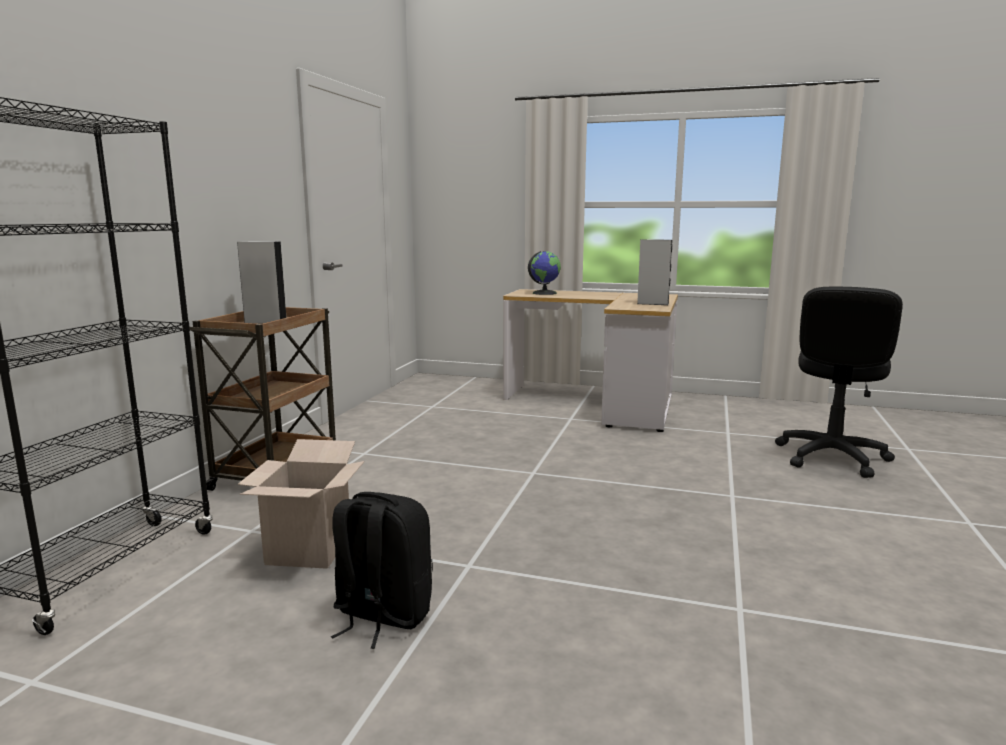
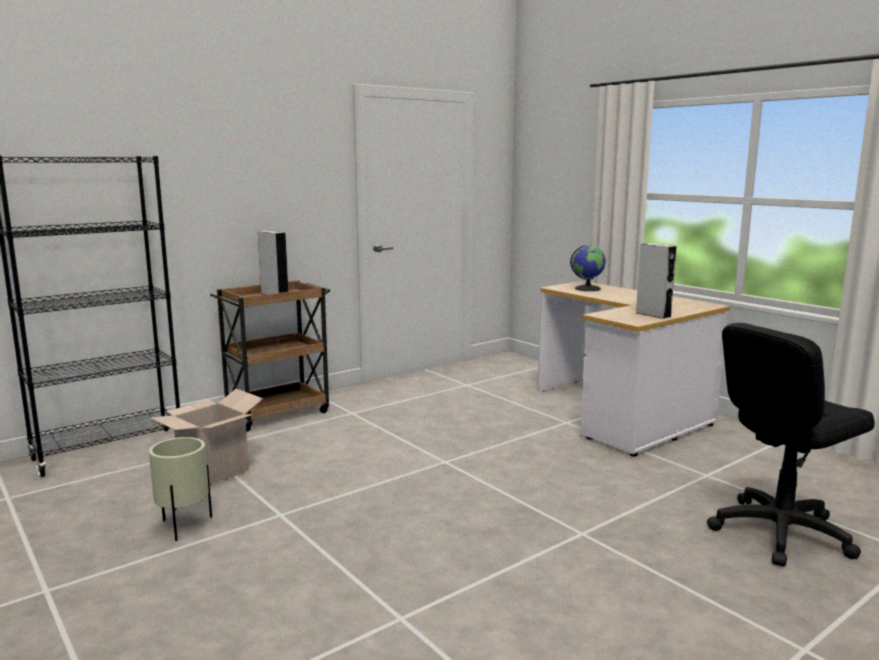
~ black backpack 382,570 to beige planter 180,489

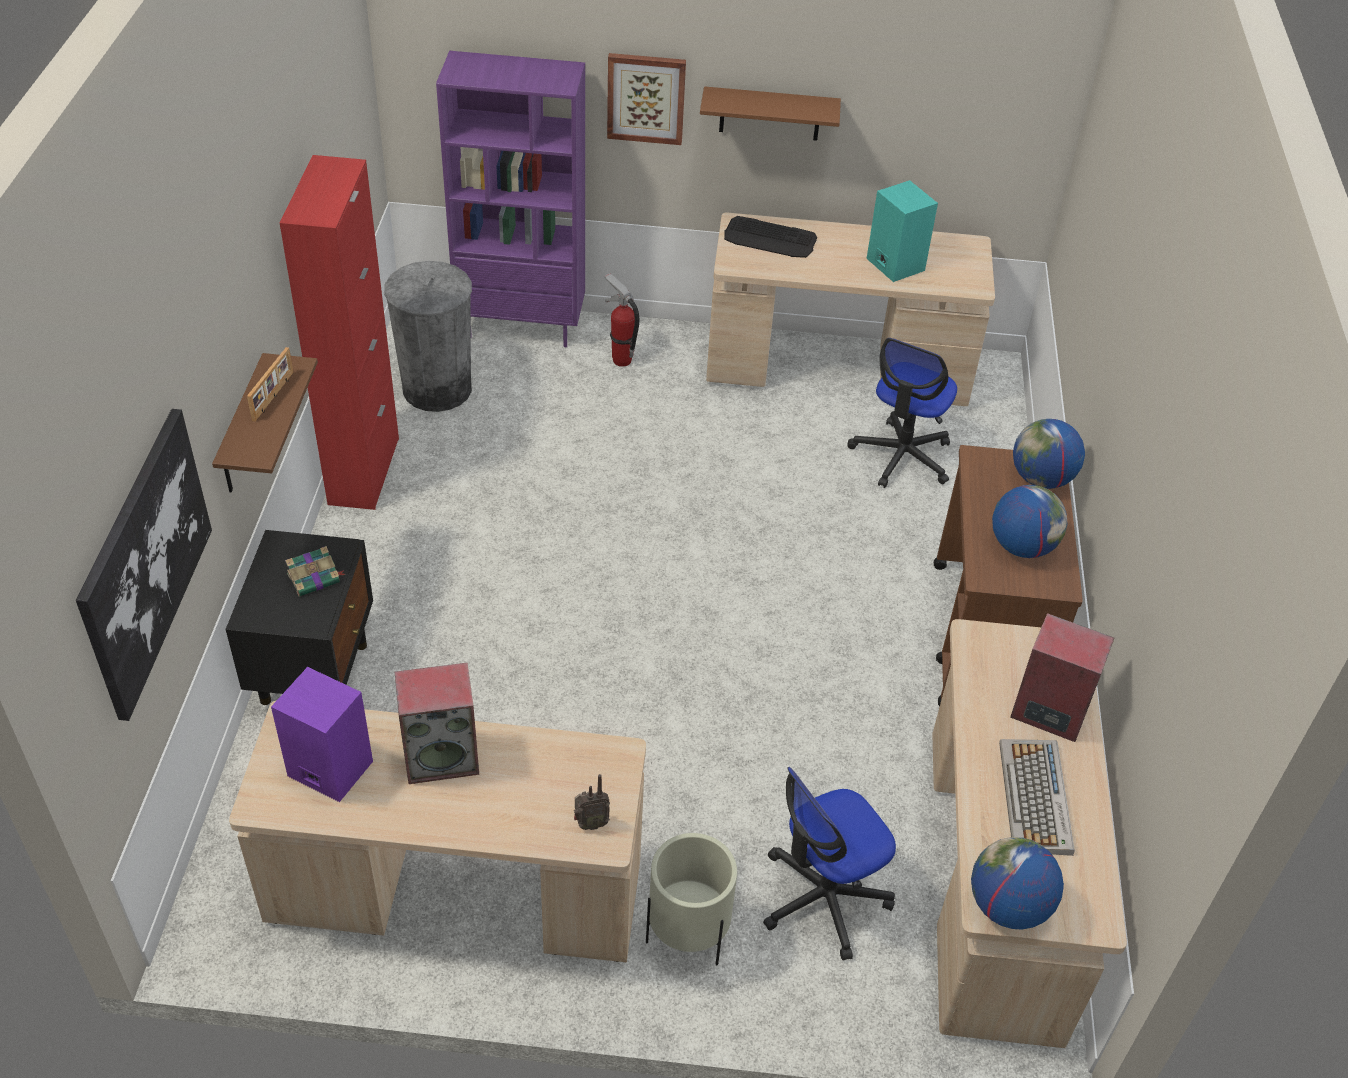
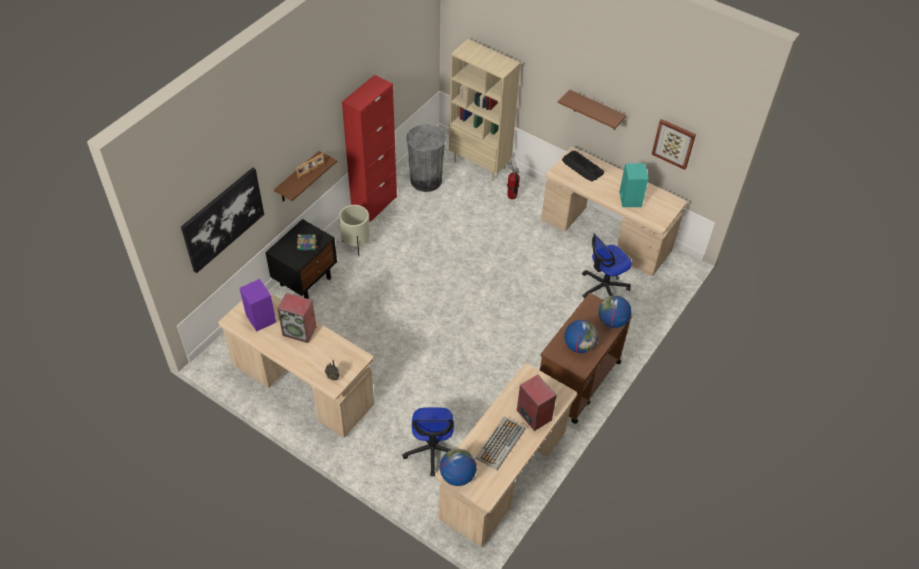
~ picture 646,99 to 674,144
~ beige planter 691,899 to 354,230
~ purple bookcase 510,199 to beige bookcase 484,110
~ office chair 829,864 = 428,441 90 degrees counterclockwise

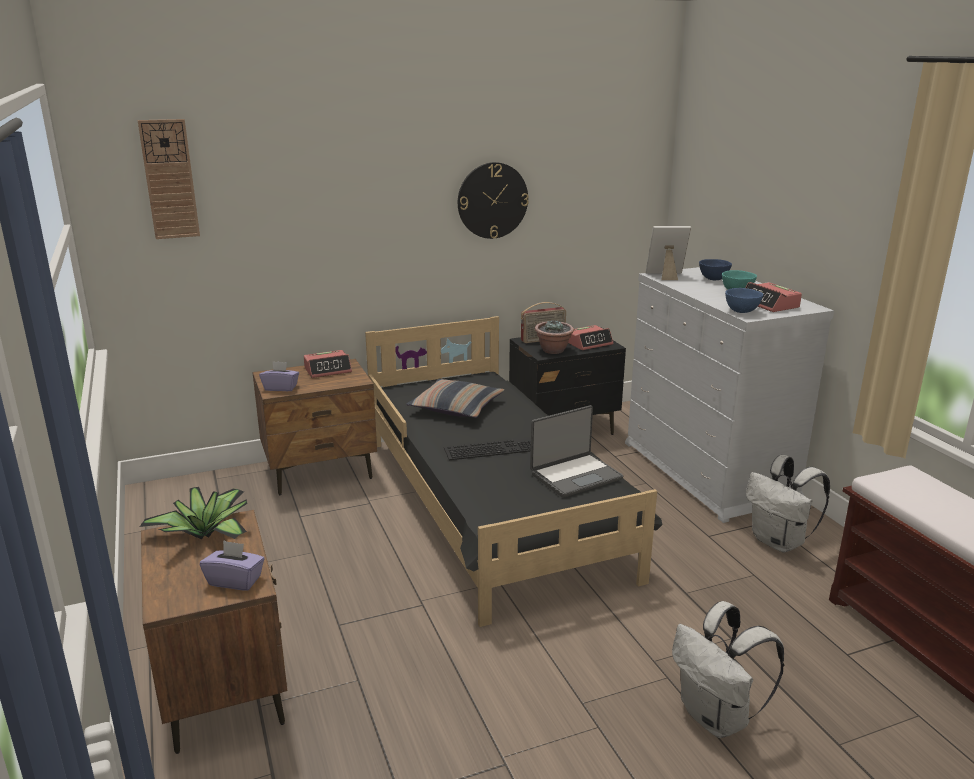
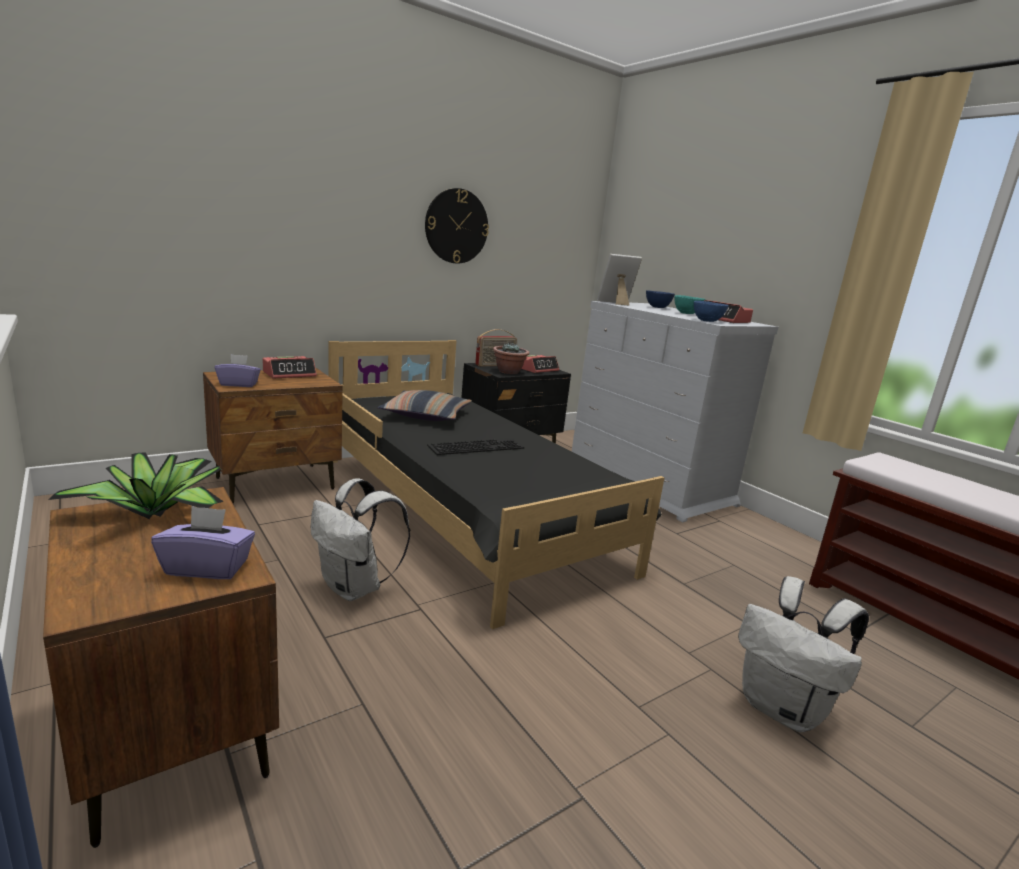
- wall clock 169,179
- laptop 576,451
~ white backpack 788,503 to 360,539

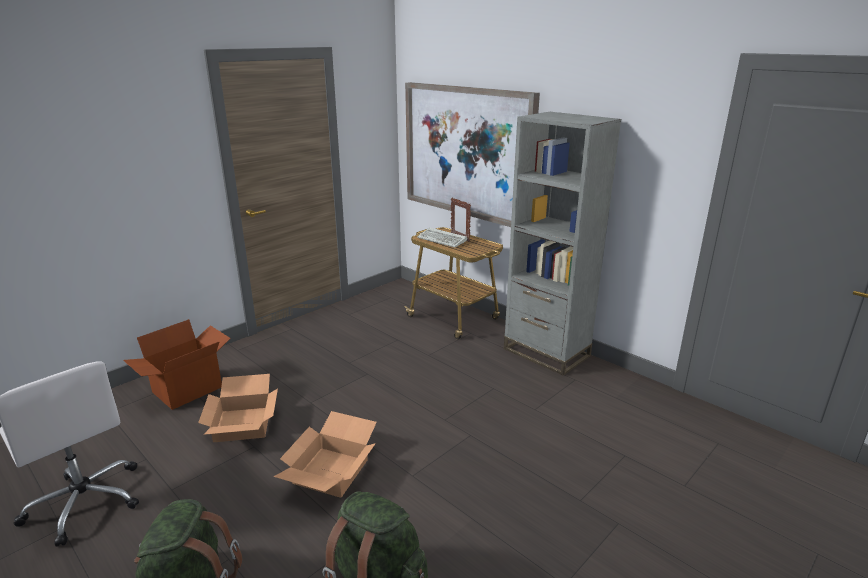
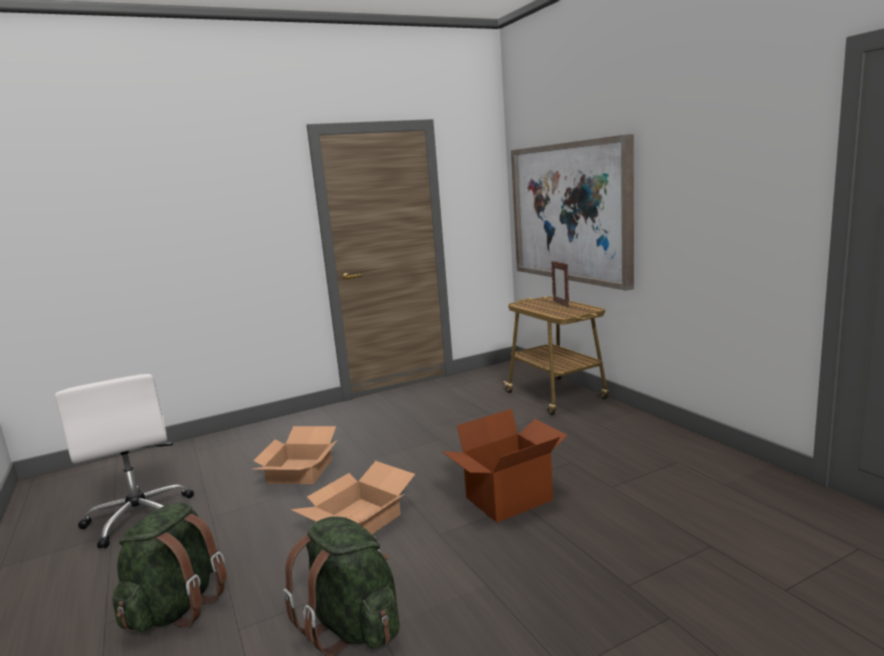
- keyboard 442,237
- grey bookcase 562,244
~ cardboard box 177,364 to 505,466

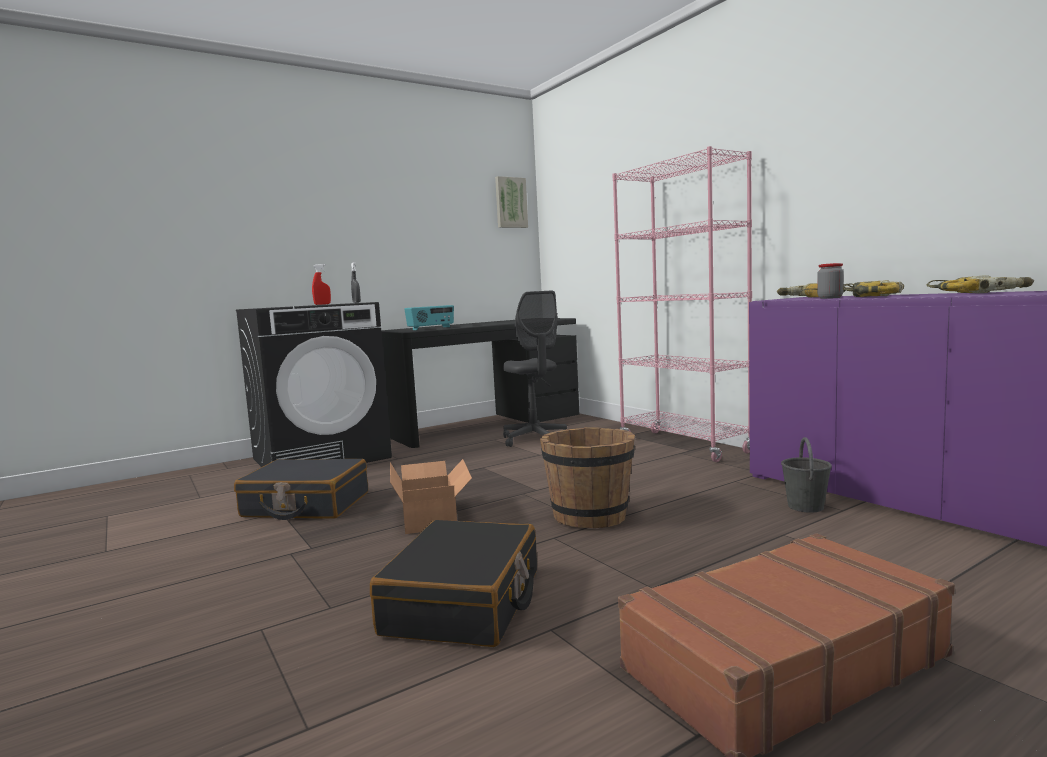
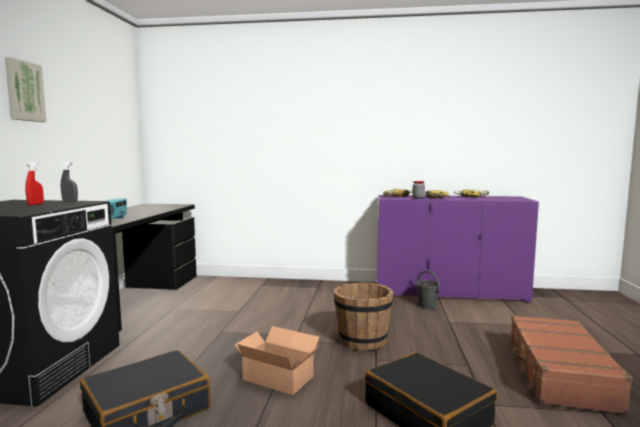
- grey office chair 535,369
- pink bookcase 682,304
~ picture 511,202 to 25,89

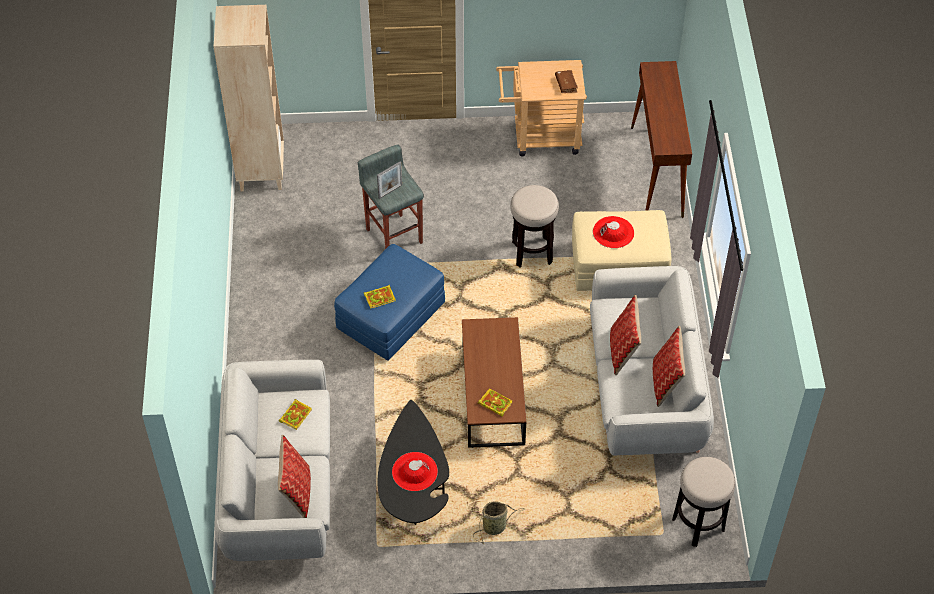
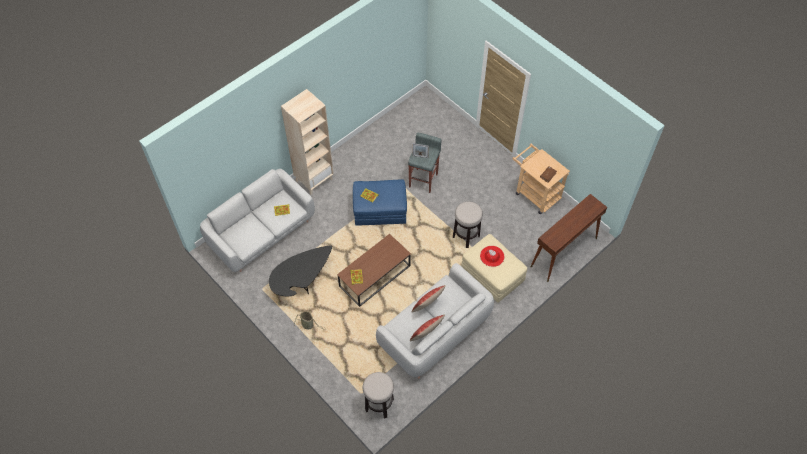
- pillow 294,476
- red hat 415,471
~ beige bookcase 249,98 to 307,142

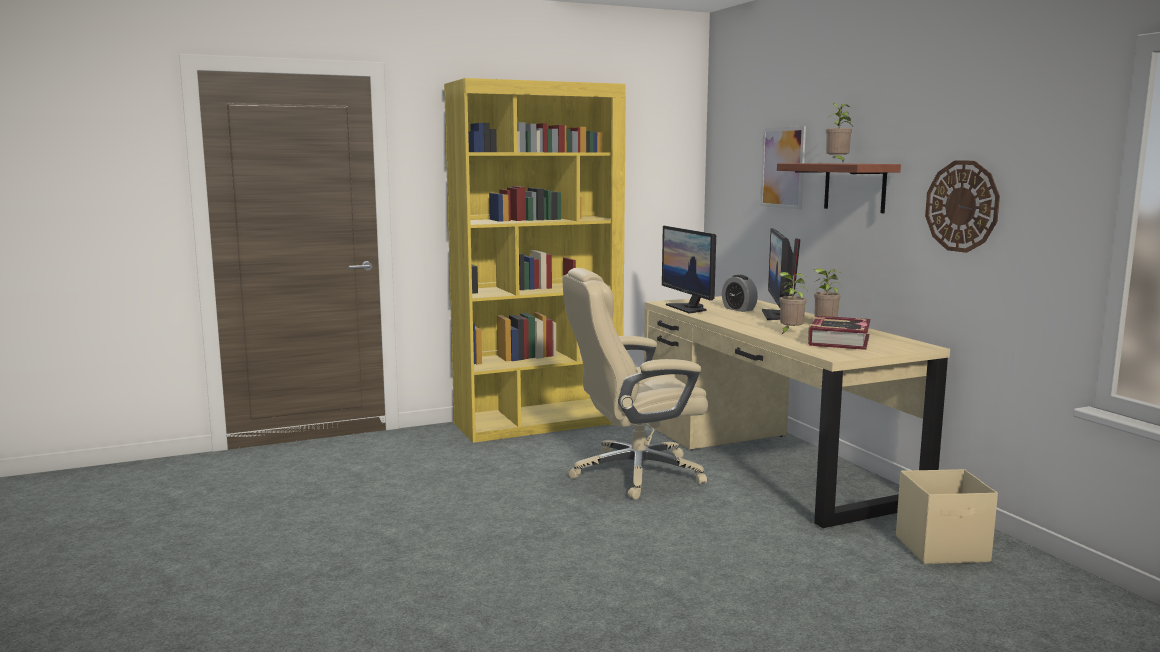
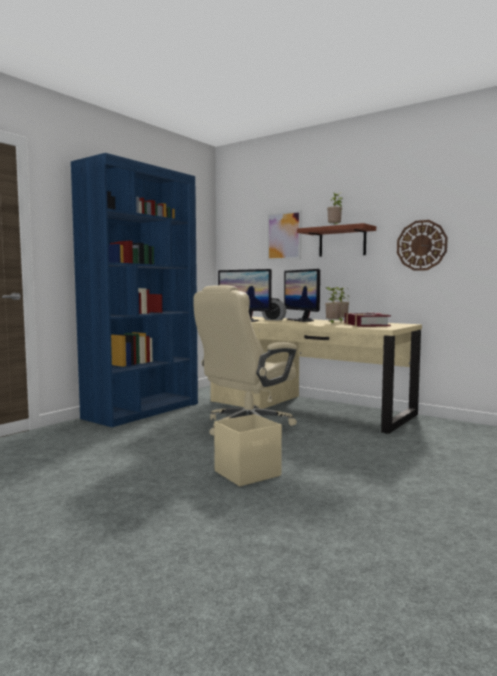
~ beige storage box 947,516 to 248,450
~ yellow bookcase 535,260 to blue bookcase 134,290

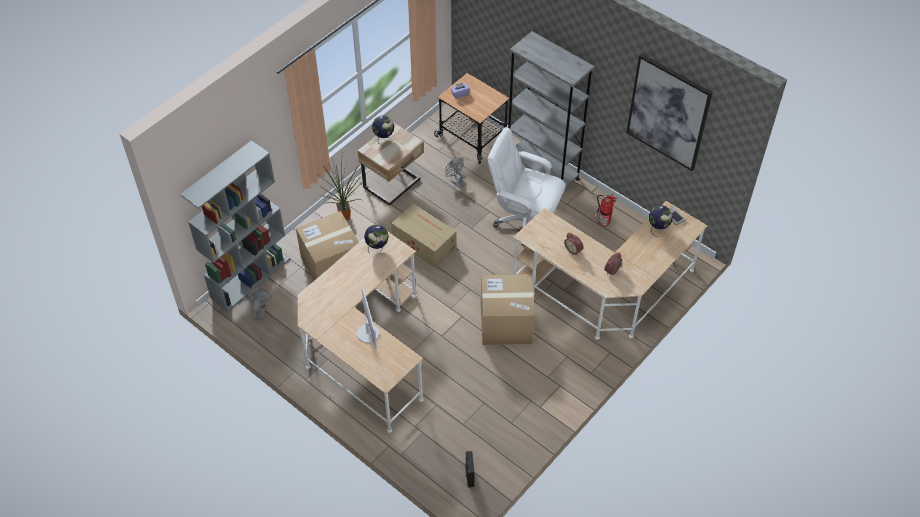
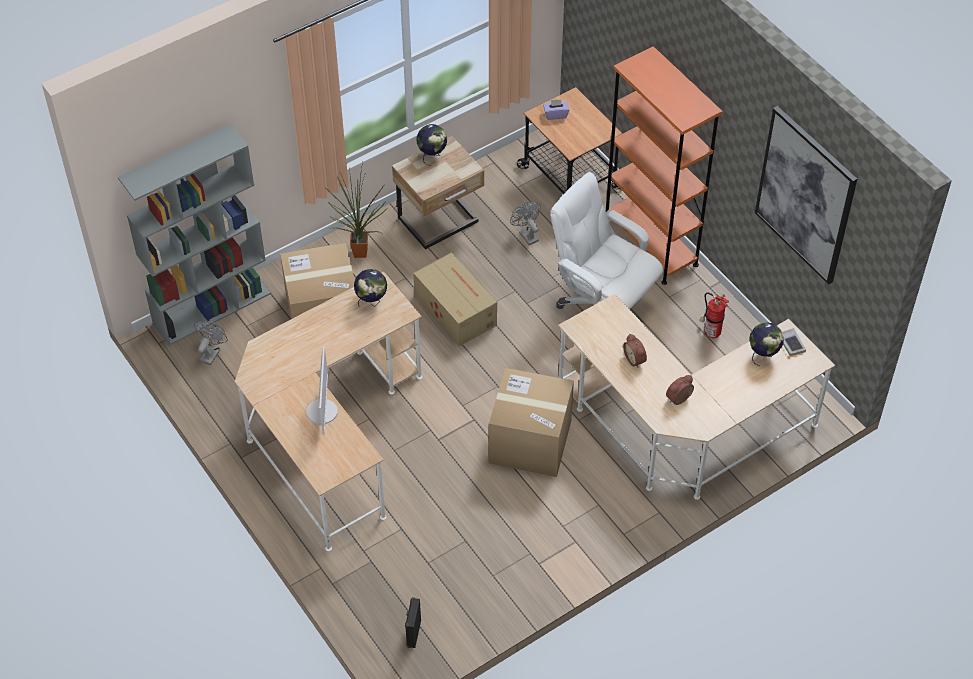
~ grey bookcase 551,109 to orange bookcase 664,165

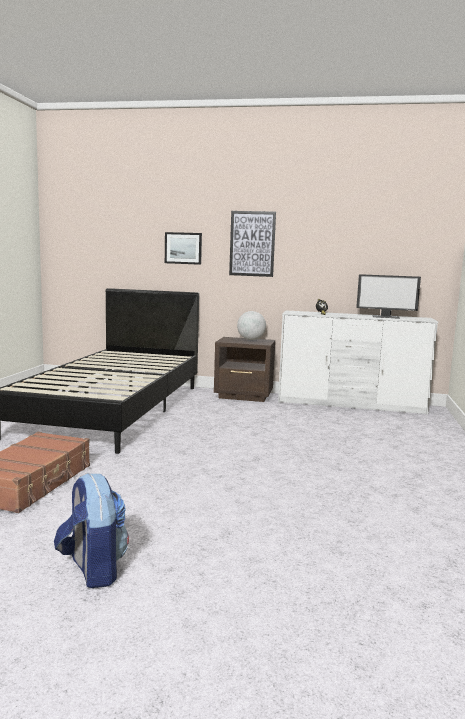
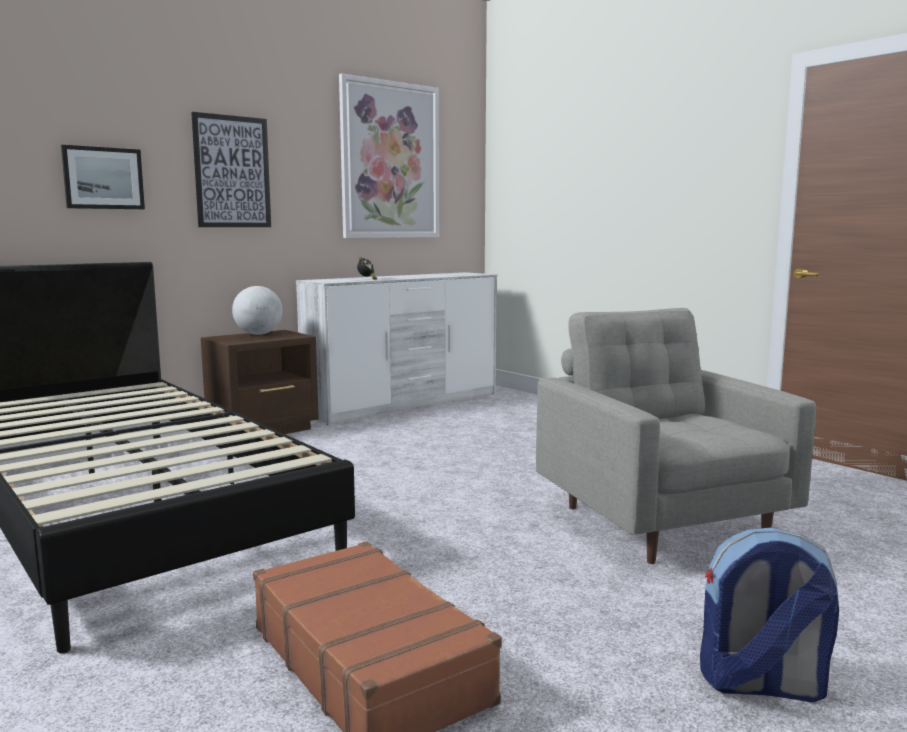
- monitor 388,296
+ picture 389,155
+ grey armchair 676,436

